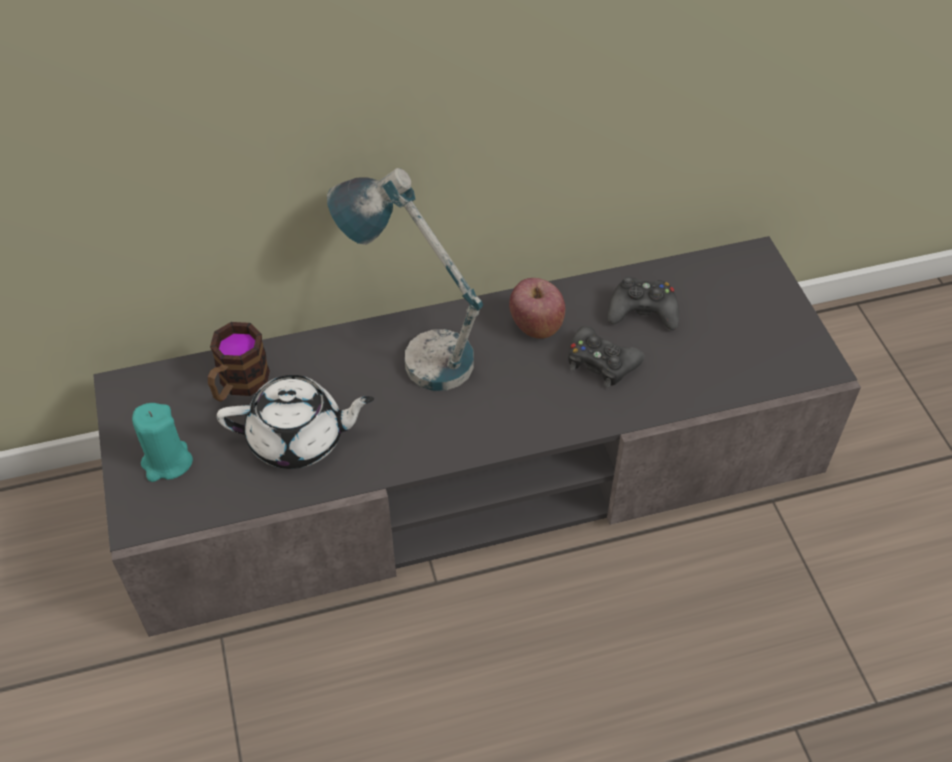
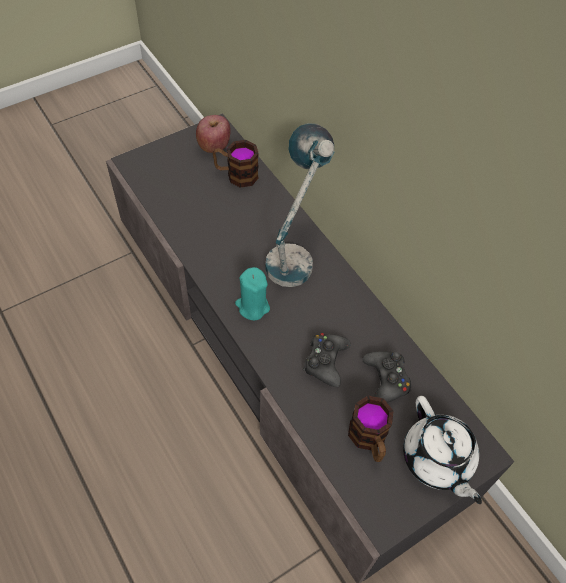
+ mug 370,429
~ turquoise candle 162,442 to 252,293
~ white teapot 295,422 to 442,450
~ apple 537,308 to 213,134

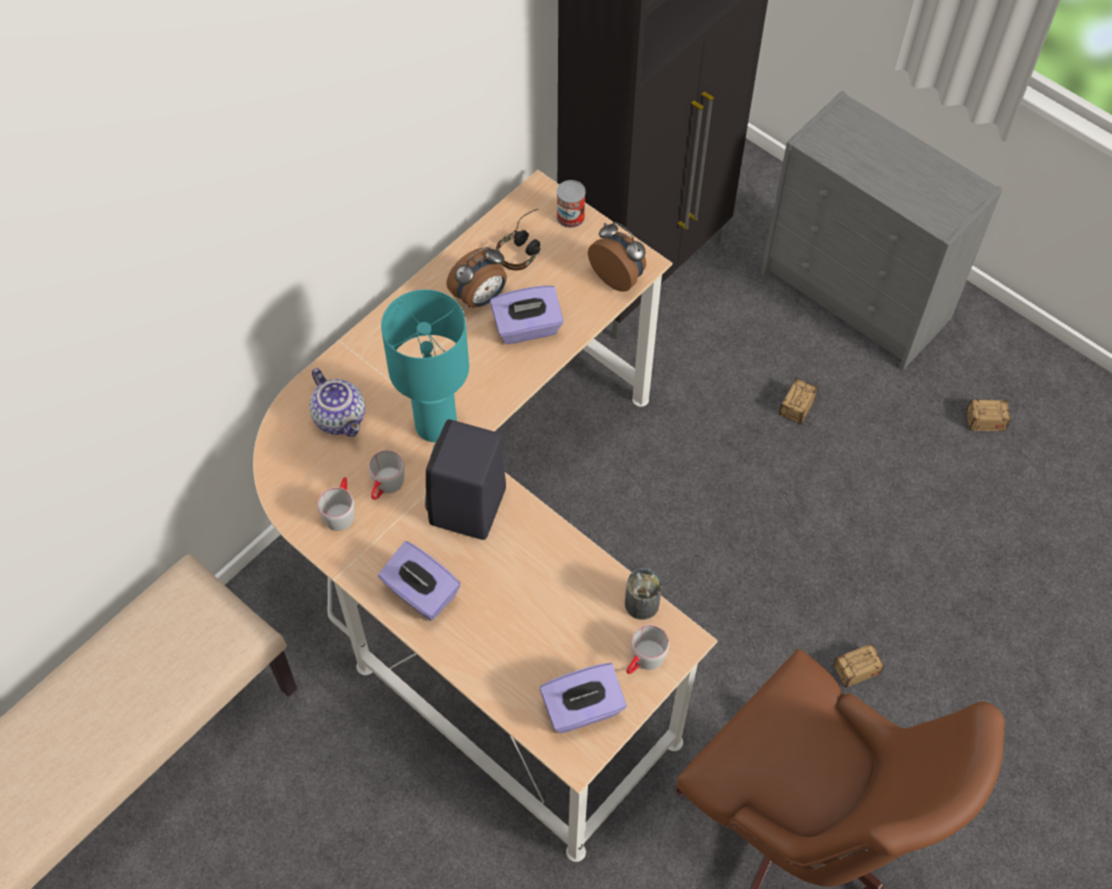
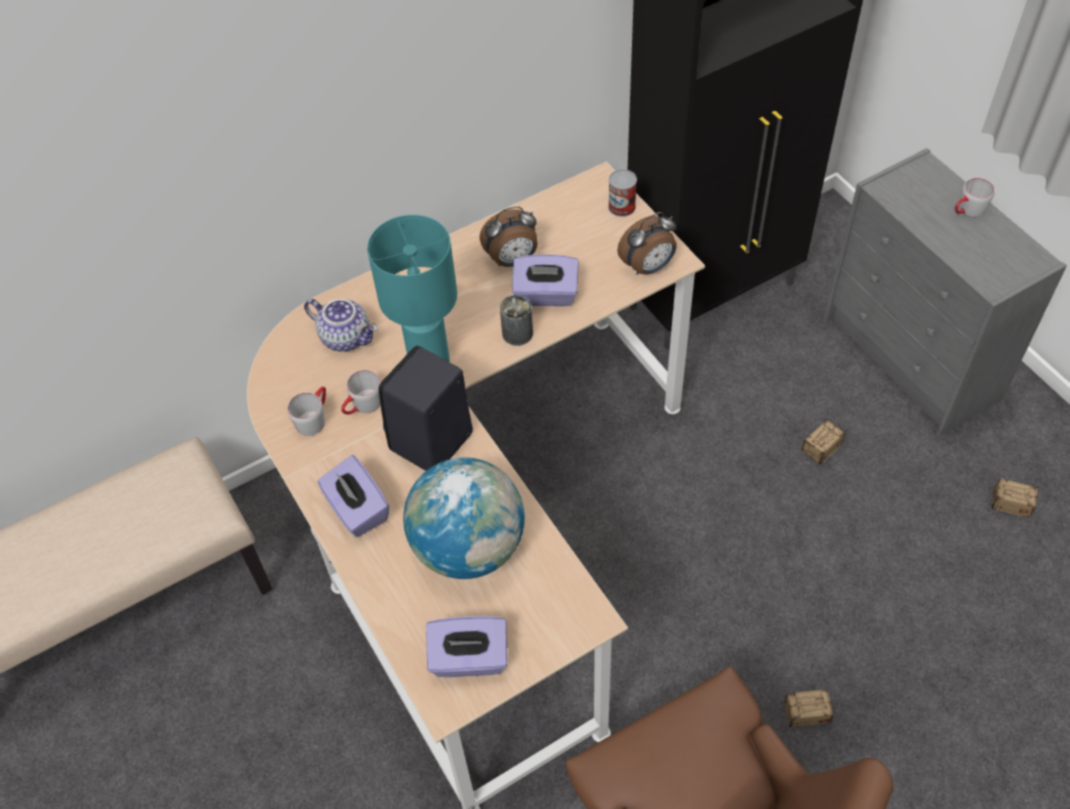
- headphones 518,240
+ globe 464,518
~ can 643,594 to 516,320
~ grey mug 647,649 to 975,197
~ teapot 337,402 = 341,325 45 degrees counterclockwise
~ alarm clock 617,257 = 647,243 90 degrees clockwise

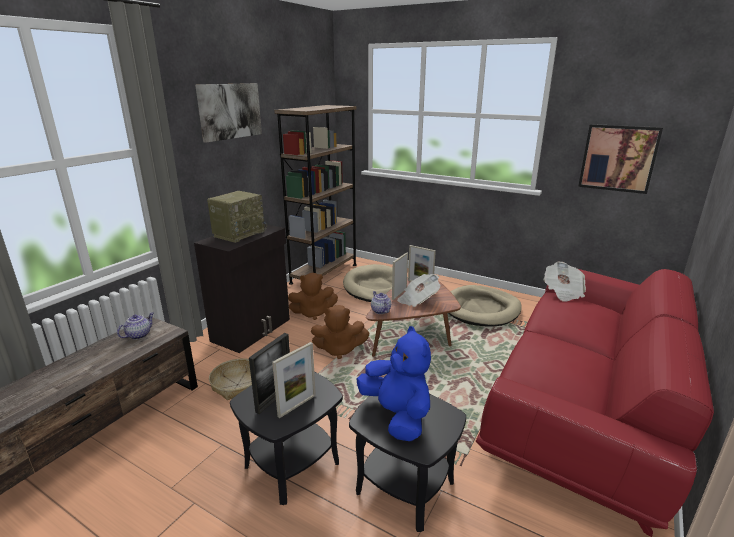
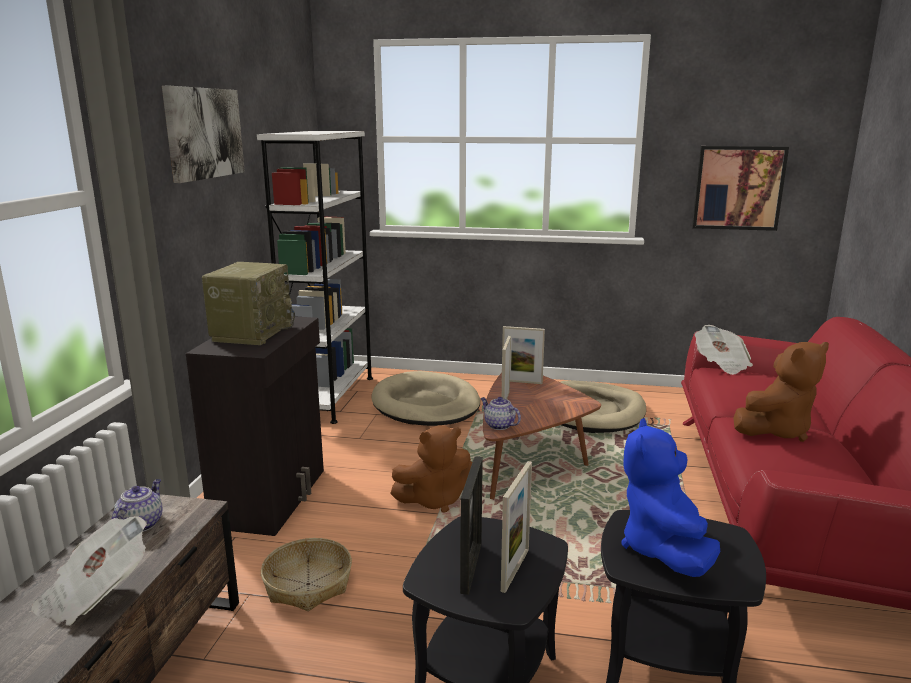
~ brown plush toy 313,296 to 781,392
~ newspaper 418,290 to 89,571
~ brown bookcase 315,195 to white bookcase 315,277
~ blue plush toy 393,383 = 670,497 120 degrees counterclockwise

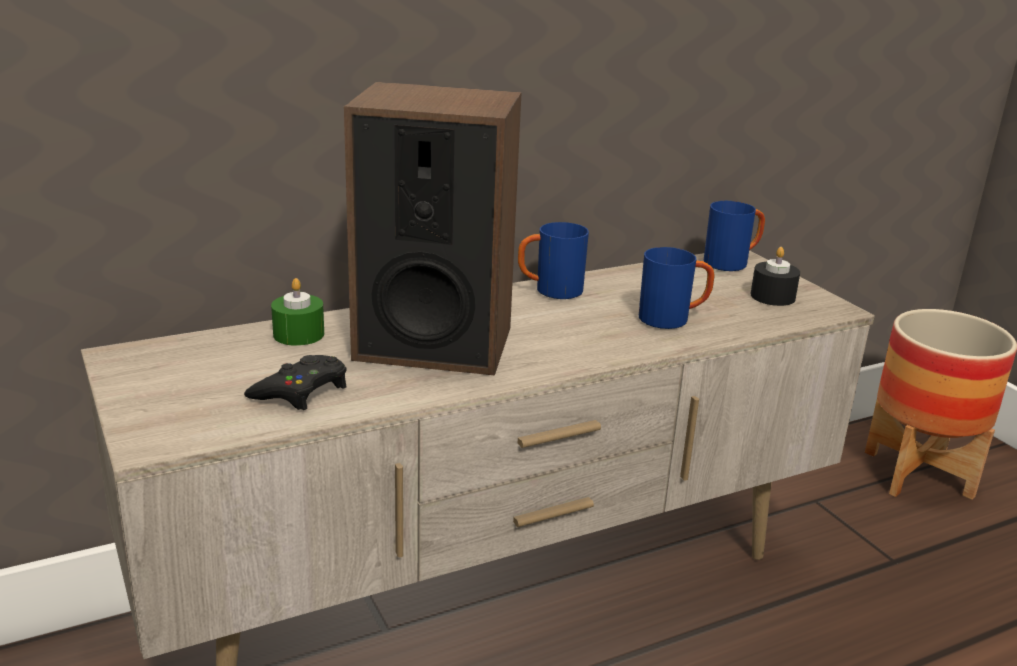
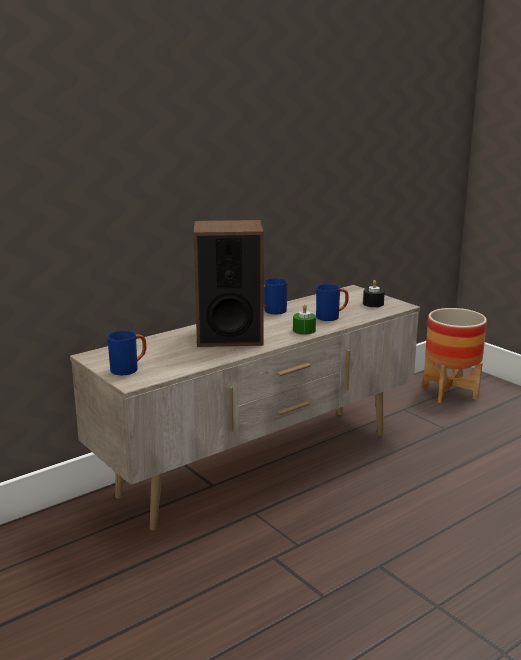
- black game controller 295,382
~ green candle 297,312 to 304,319
~ blue mug 734,236 to 126,353

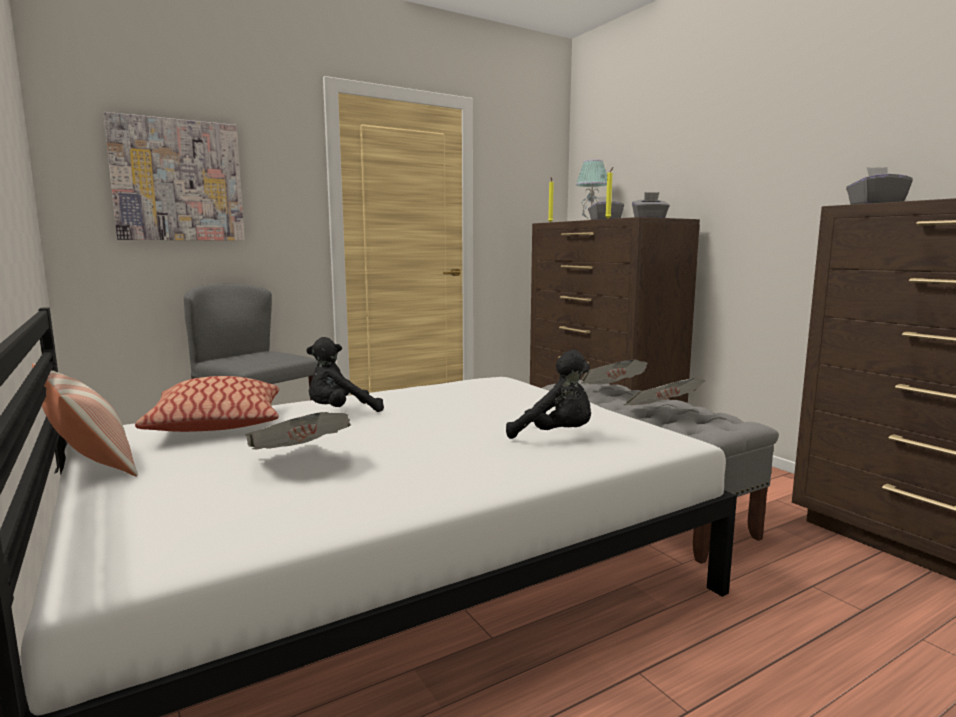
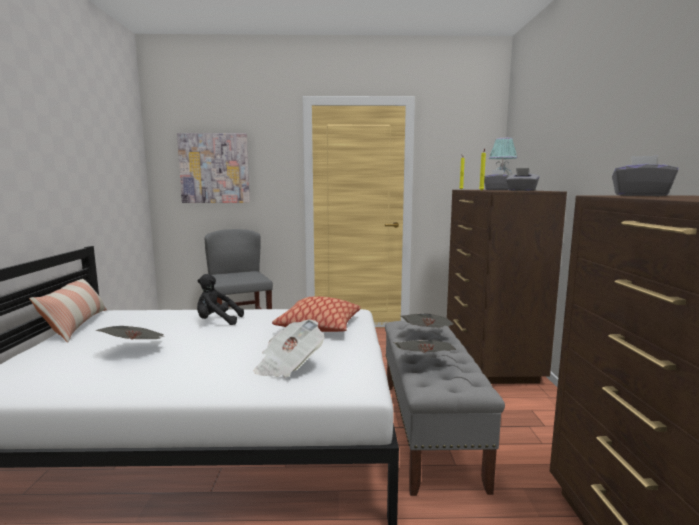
~ pillow 207,404 to 316,314
~ black plush toy 548,394 to newspaper 289,348

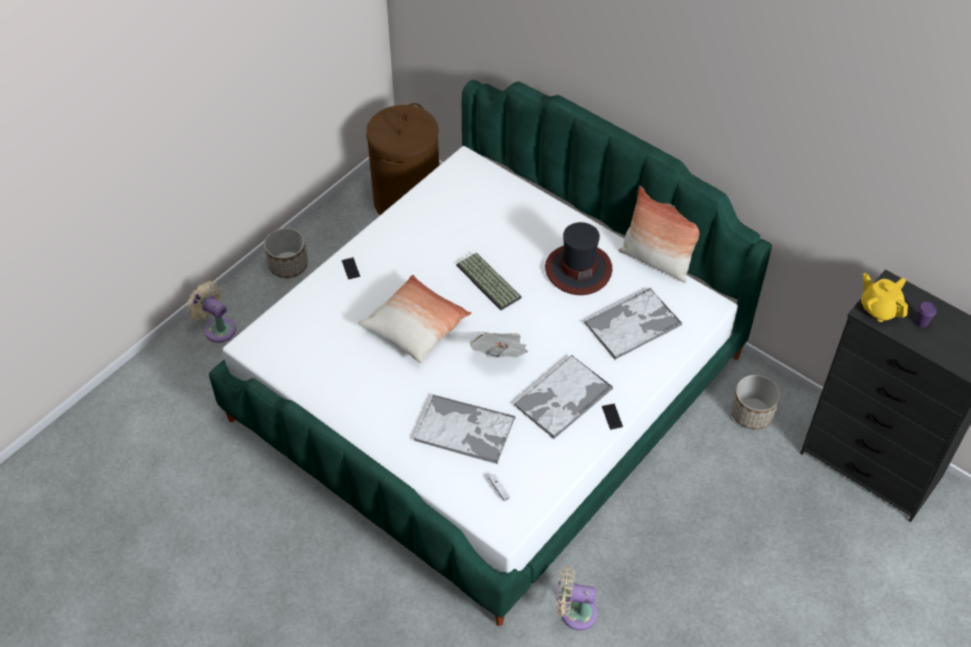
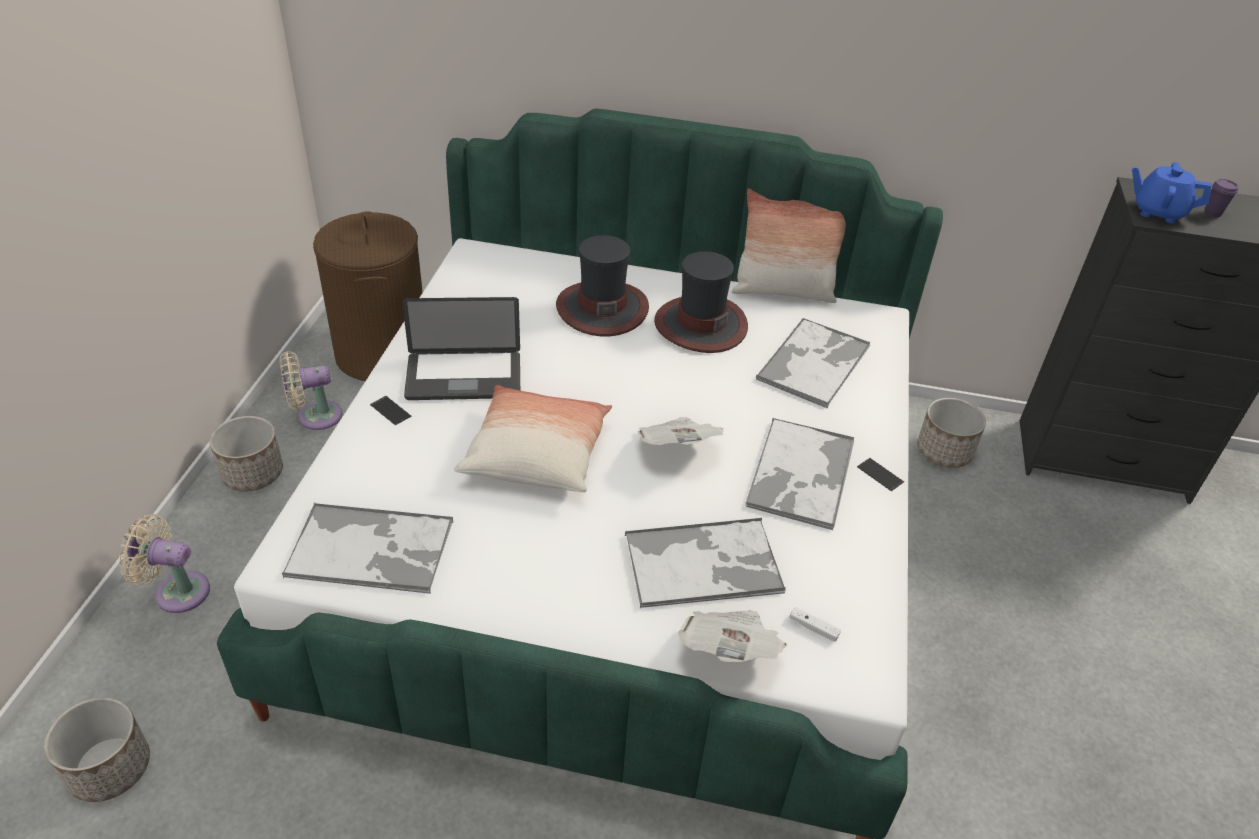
- keyboard 489,281
+ planter 97,749
+ tray 367,548
+ laptop 461,348
+ hat 602,285
+ newspaper 732,636
~ beige fan 577,598 to 311,390
~ yellow teapot 884,297 to blue teapot 1172,193

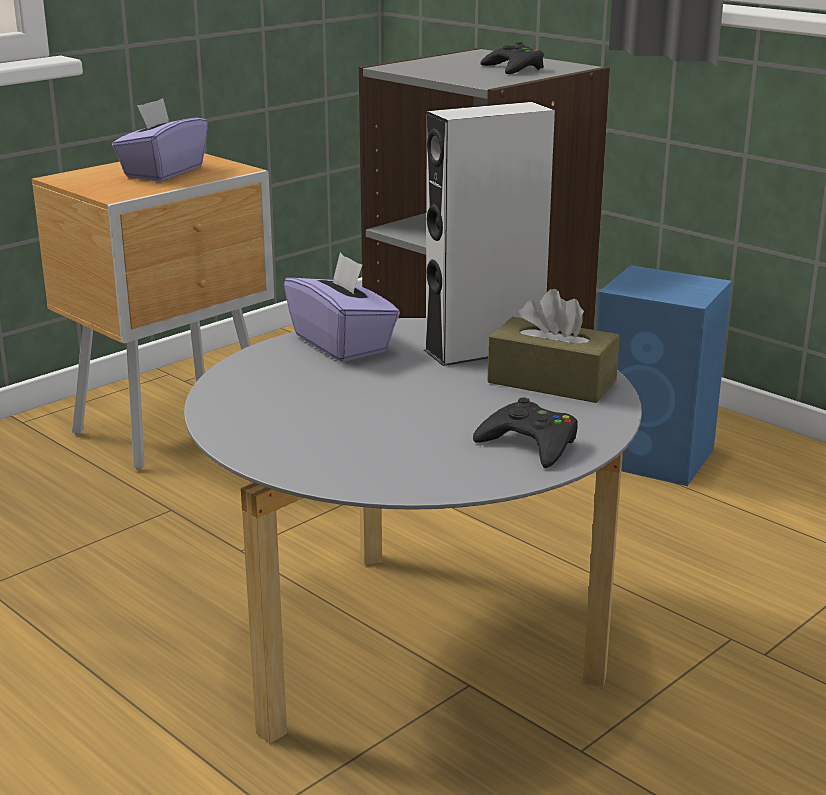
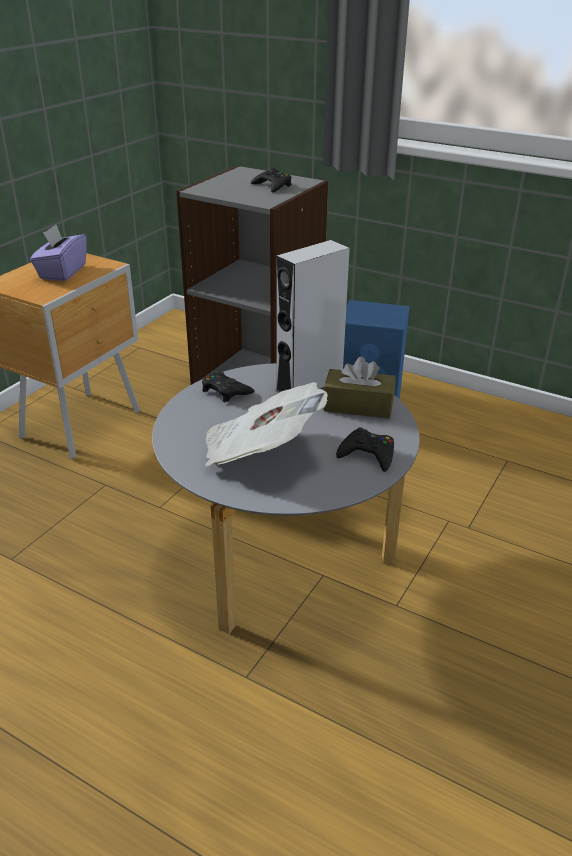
+ newspaper 266,424
~ purple tissue box 342,307 to black game controller 228,387

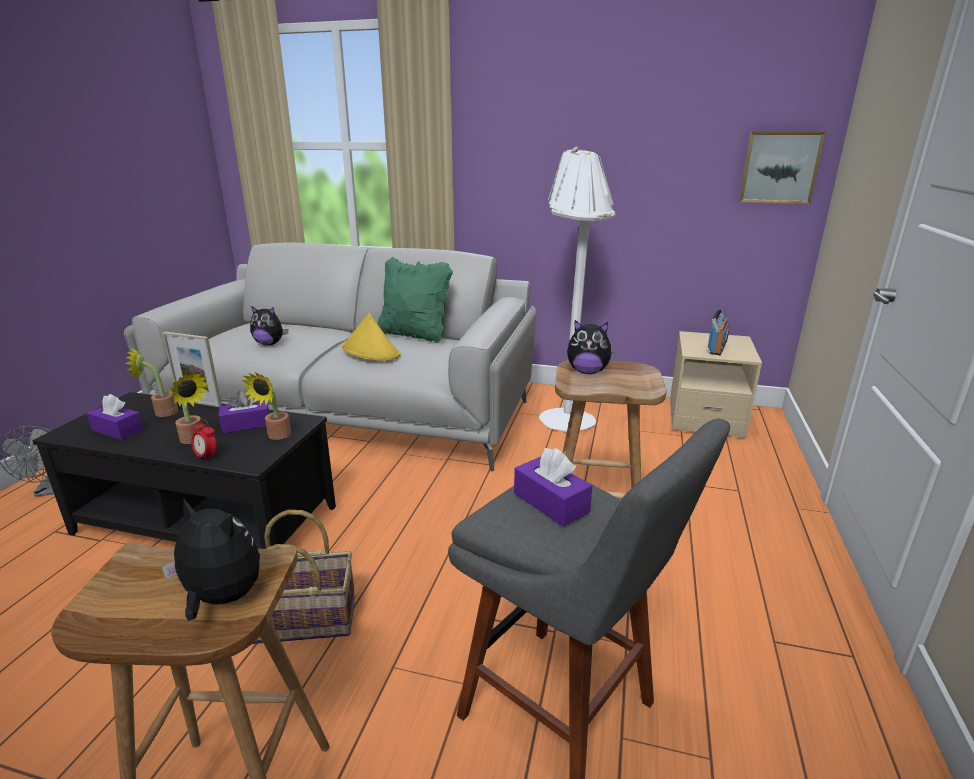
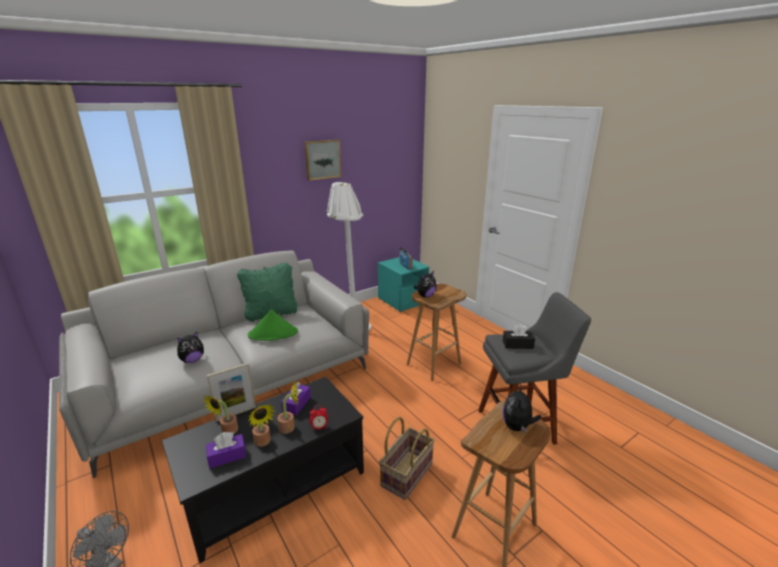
~ potted plant 266,406 to 261,425
~ picture 782,168 to 322,160
~ yellow hat 370,337 to green hat 273,325
~ purple tissue box 553,487 to black tissue box 519,336
~ beige nightstand 716,384 to turquoise nightstand 404,284
~ plush toy 210,560 = 521,409 45 degrees counterclockwise

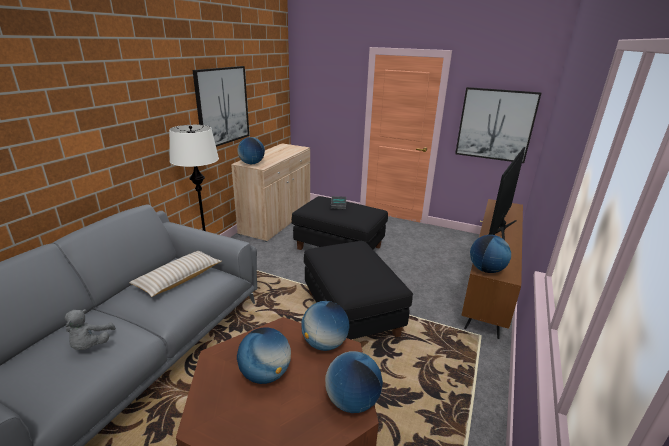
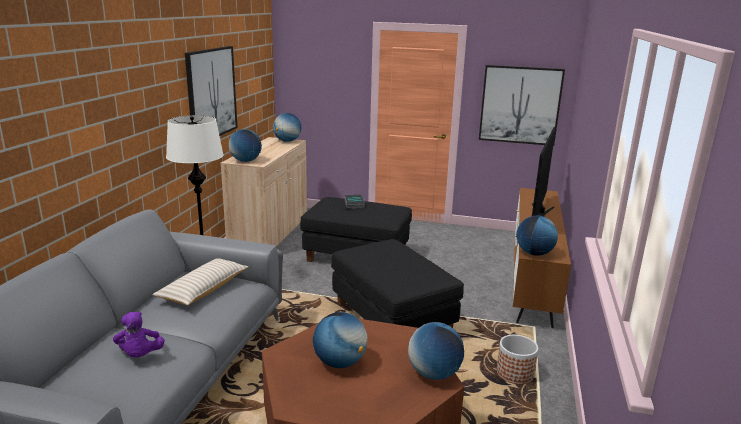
+ planter 517,359
~ globe 325,326 to 287,127
~ grey plush toy 90,329 to purple plush toy 139,334

